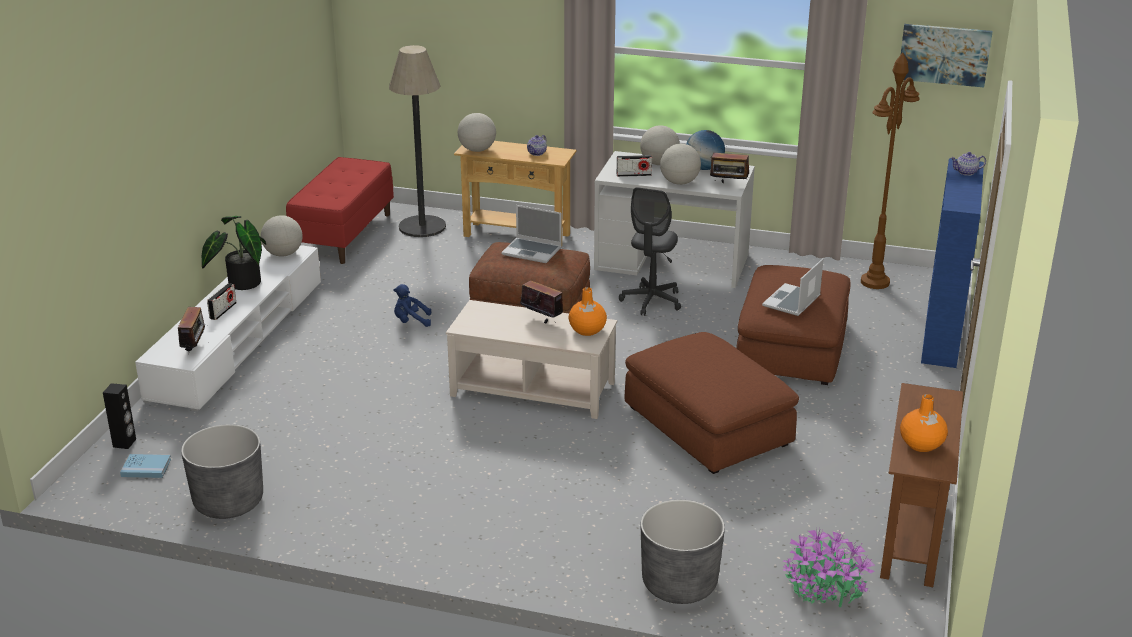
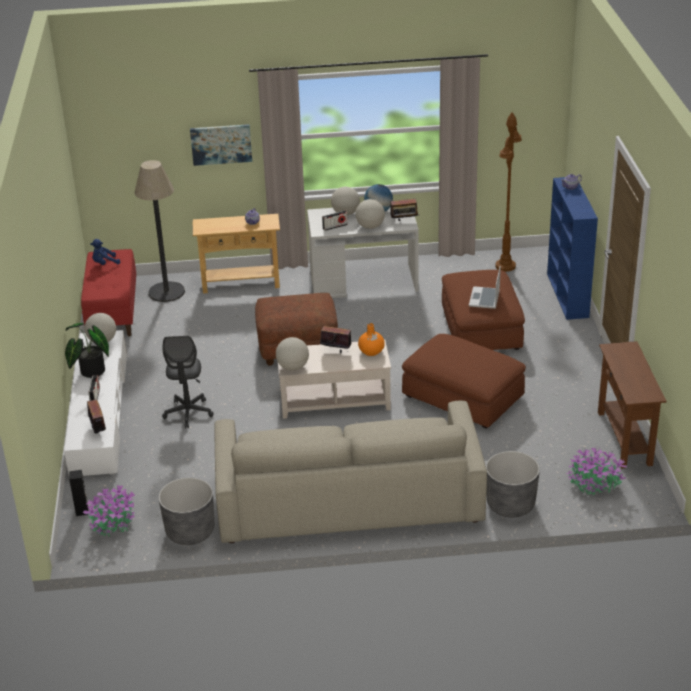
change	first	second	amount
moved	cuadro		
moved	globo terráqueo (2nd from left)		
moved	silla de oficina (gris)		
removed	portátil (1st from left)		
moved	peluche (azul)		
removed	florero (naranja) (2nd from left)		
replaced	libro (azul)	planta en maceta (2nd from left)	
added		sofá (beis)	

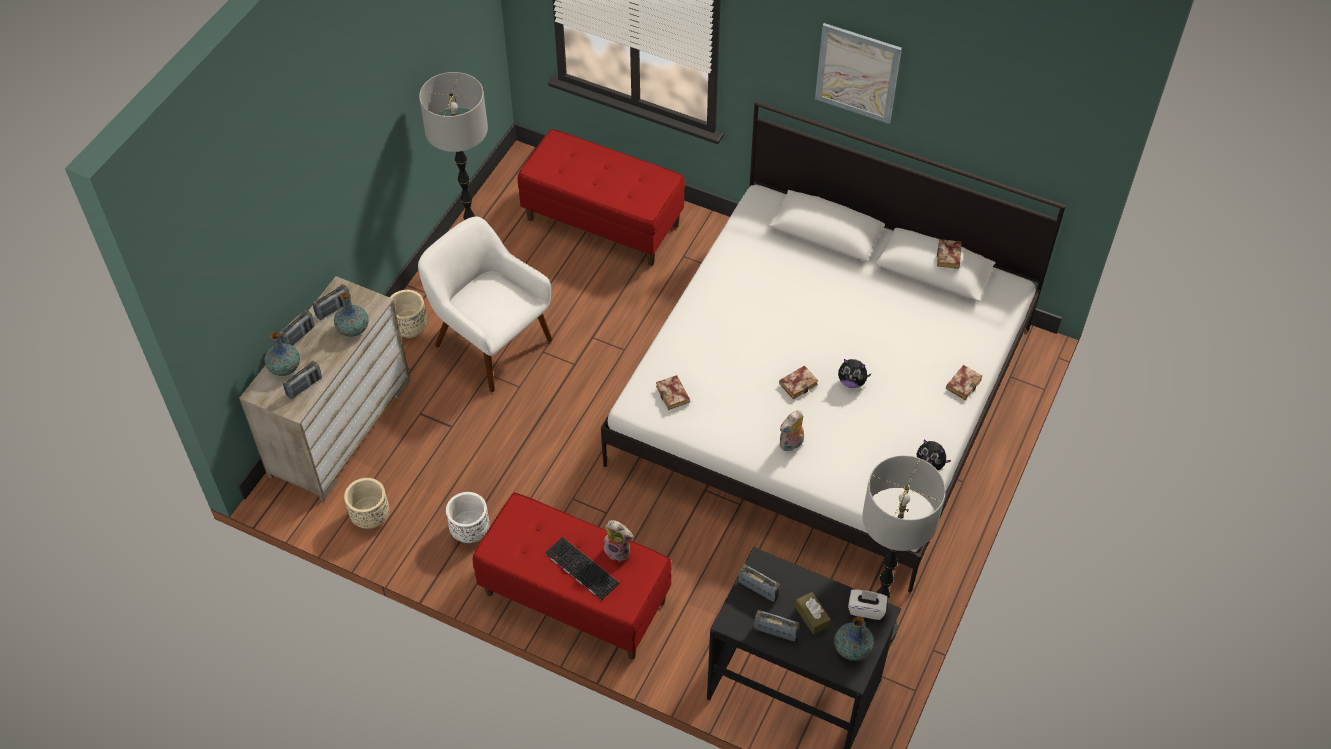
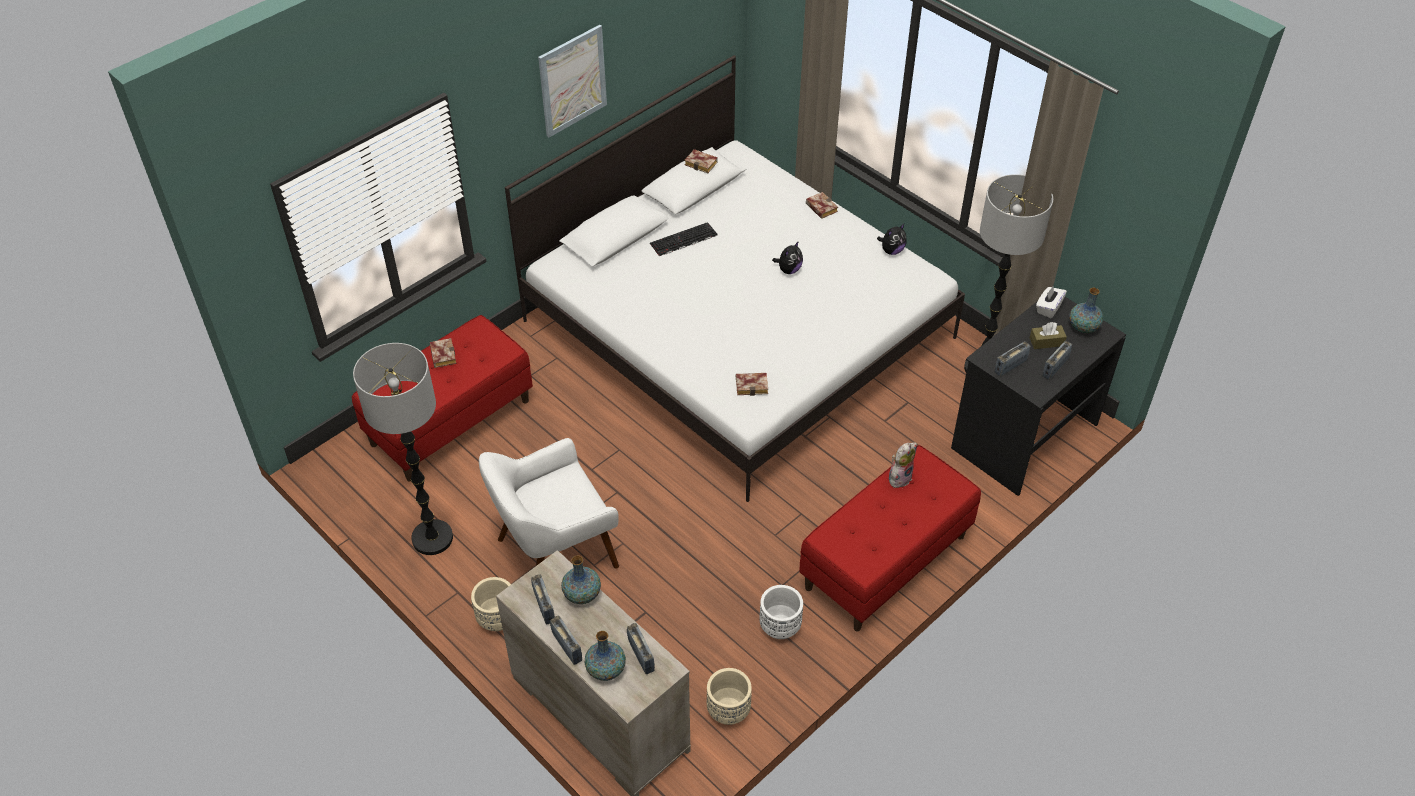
change	first	second	amount
moved	libro (2nd from left in the first image)	libro (1st from left)	
removed	peluche (2nd from left)		
moved	teclado		

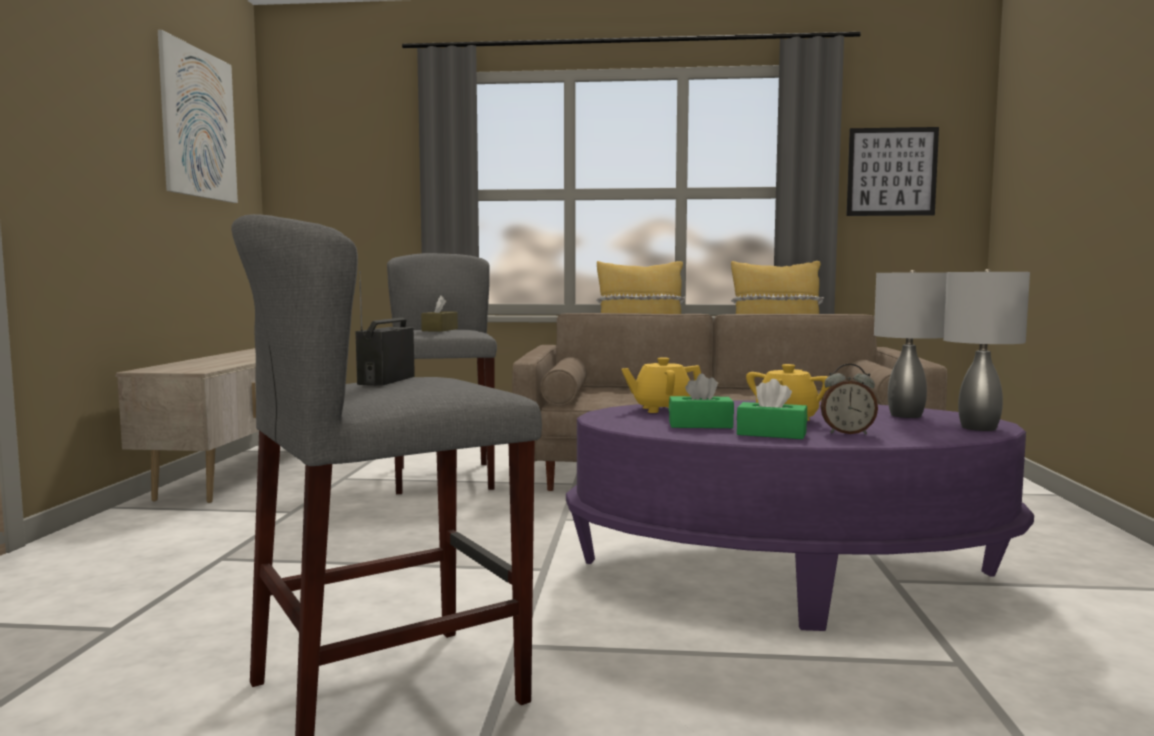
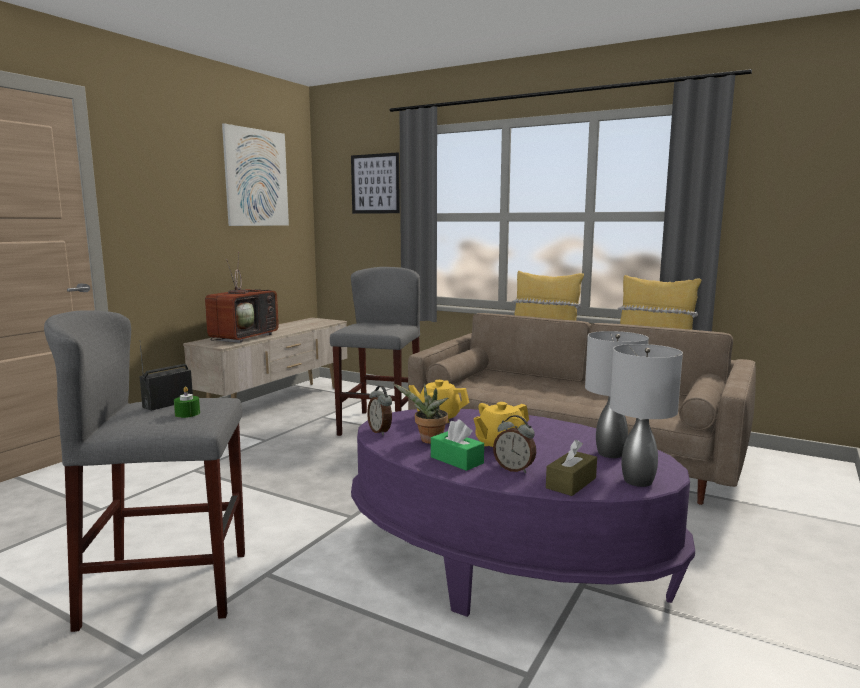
change	first	second	amount
moved	cuadro (2nd from left)		
moved	caja de pañuelos (marrón)		
replaced	caja de pañuelos (verde) (1st from left)	planta en maceta	
added		televisor	
added		despertador (1st from left)	
added		vela (verde)	

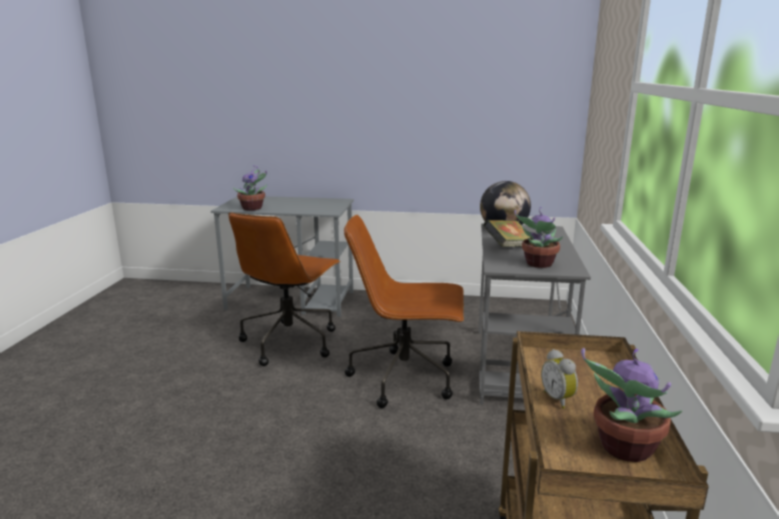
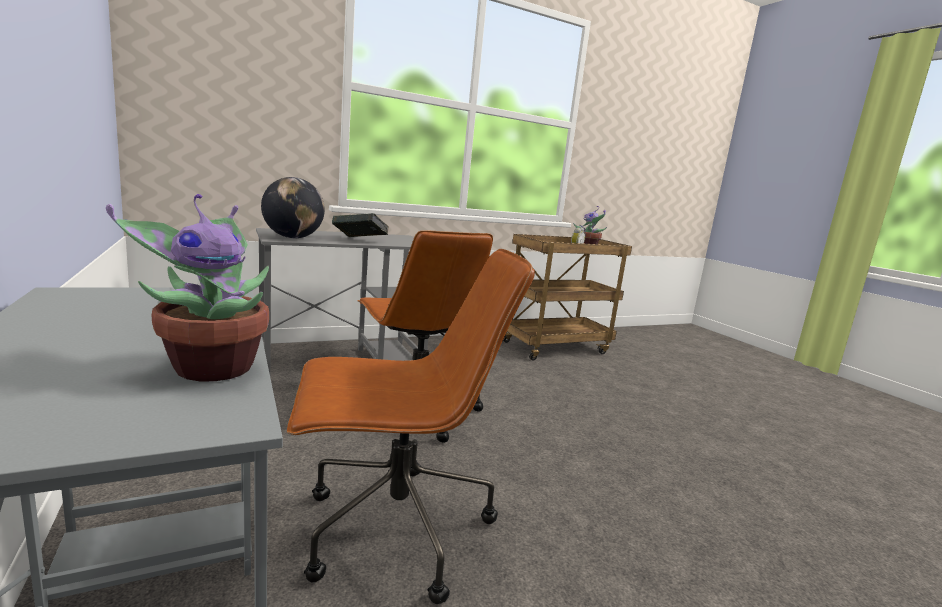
change	first	second	amount
removed	planta en maceta (2nd from left)		

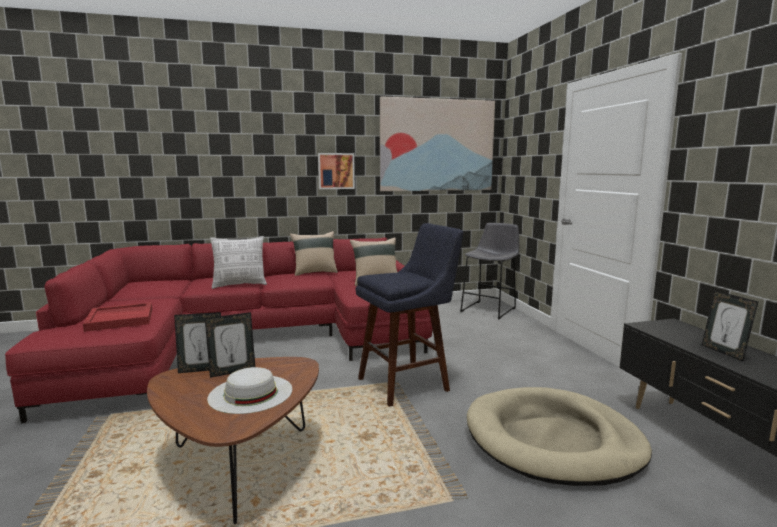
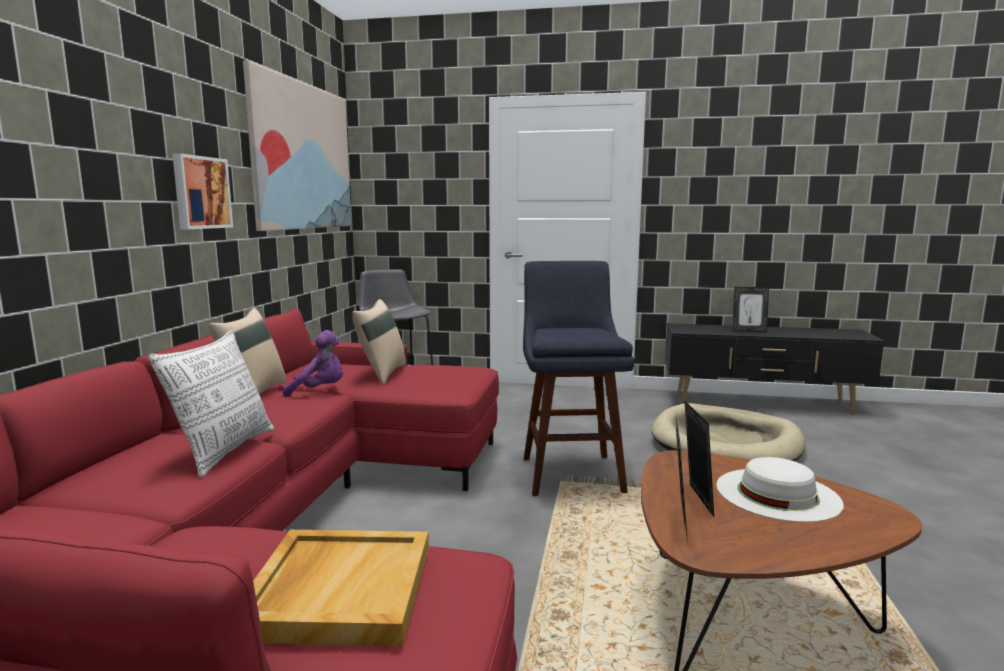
change	first	second	amount
recoloured	bandeja (rojo)	bandeja (beis)	
added		peluche (morado)	

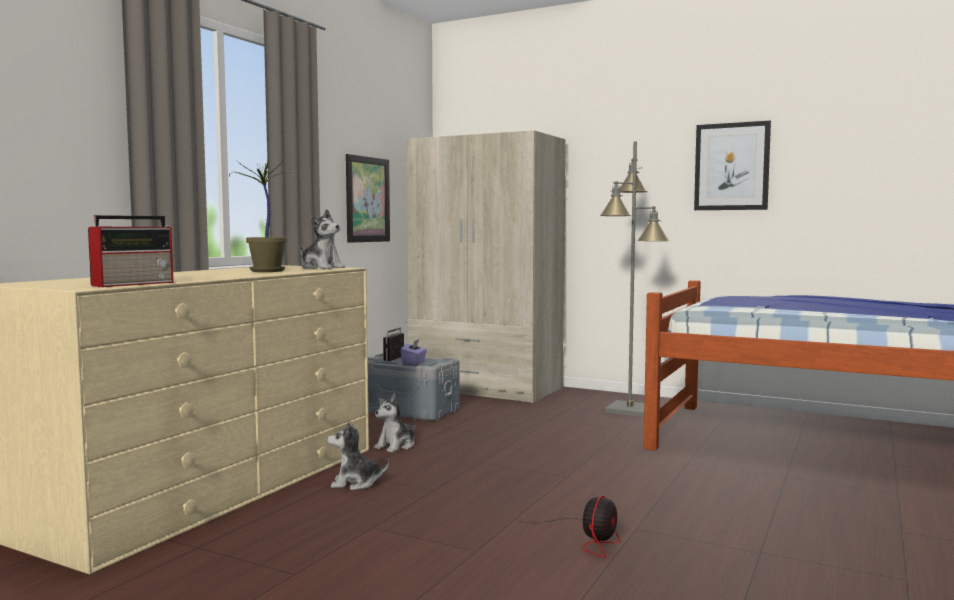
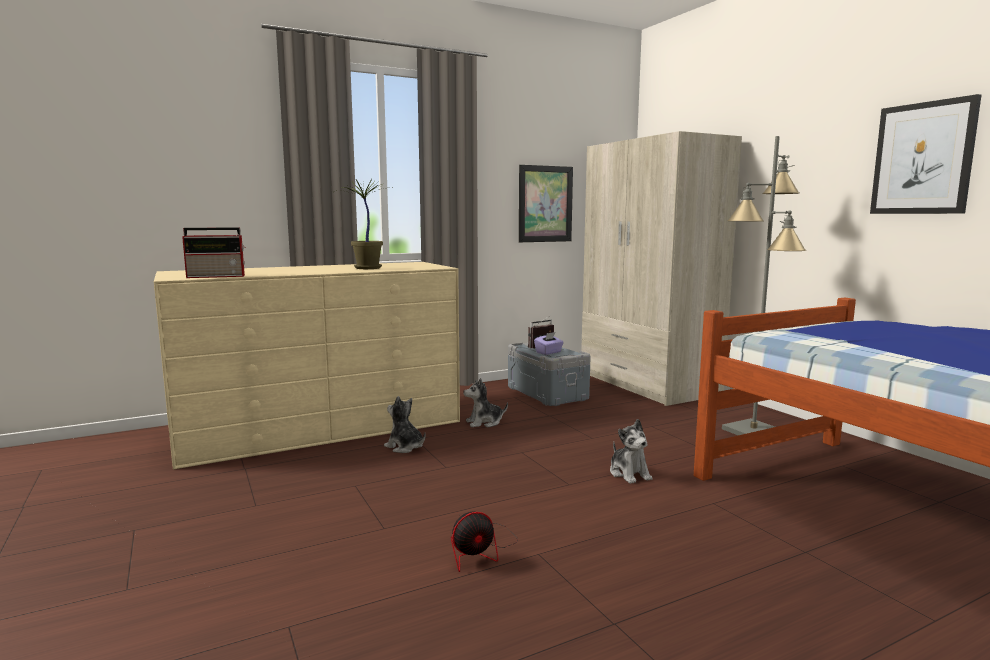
change	first	second	amount
moved	peluche (1st from left in the first image)	peluche (3rd from left)	

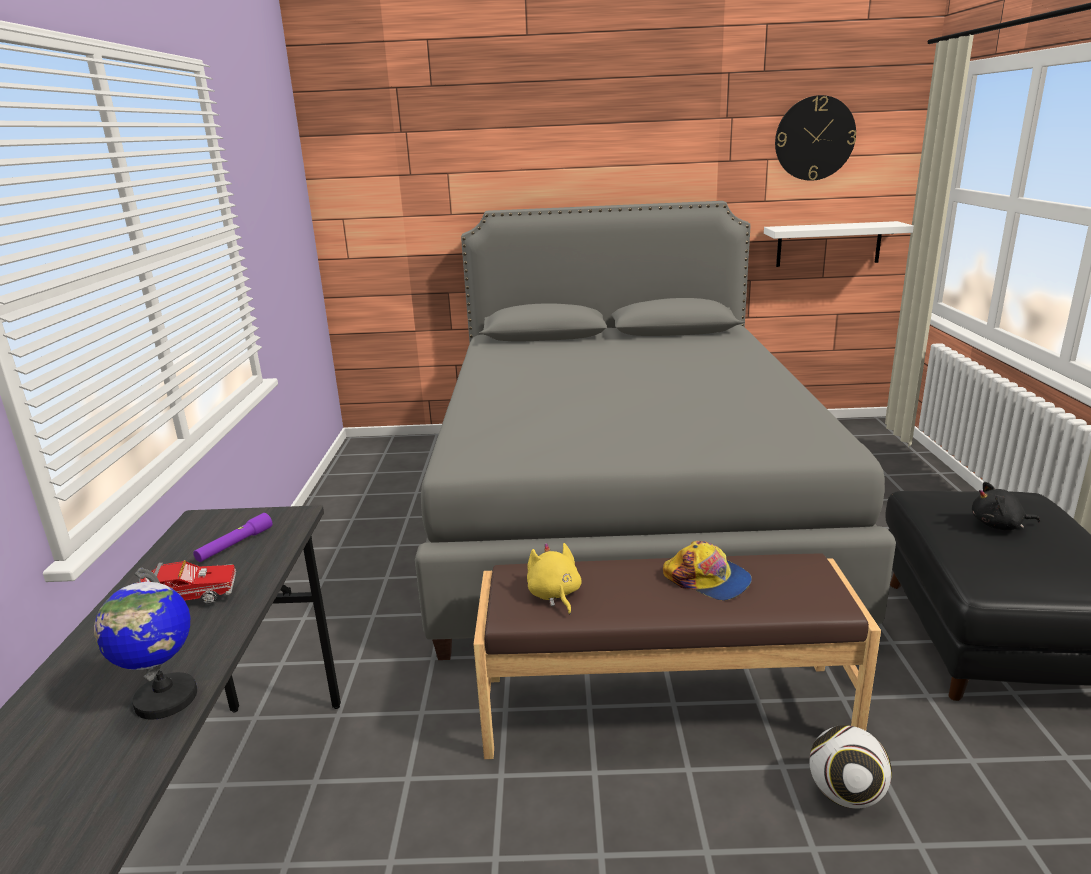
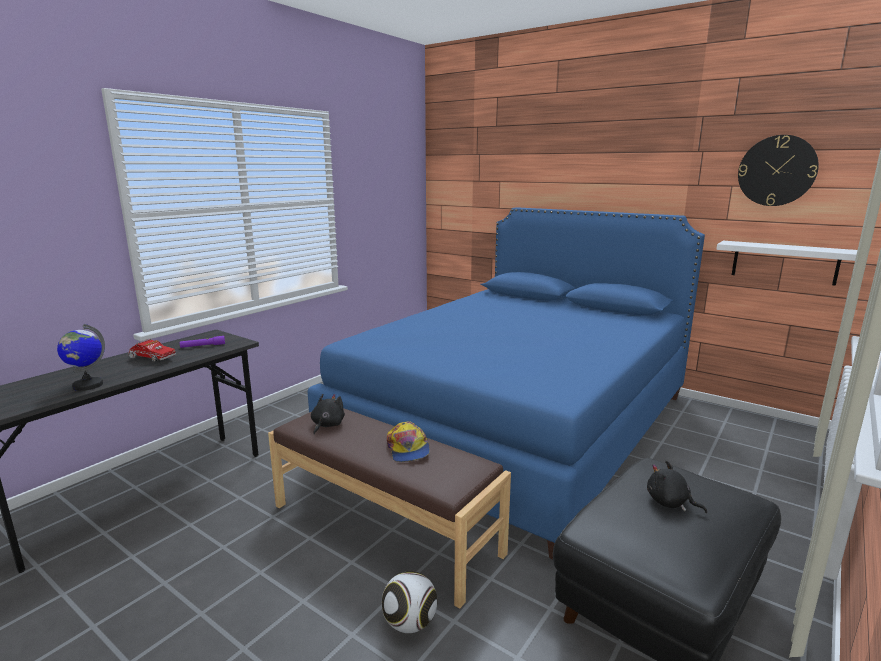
change	first	second	amount
recoloured	cama (gris)	cama (azul)	
recoloured	peluche (amarillo)	peluche (negro) (1st from left)	

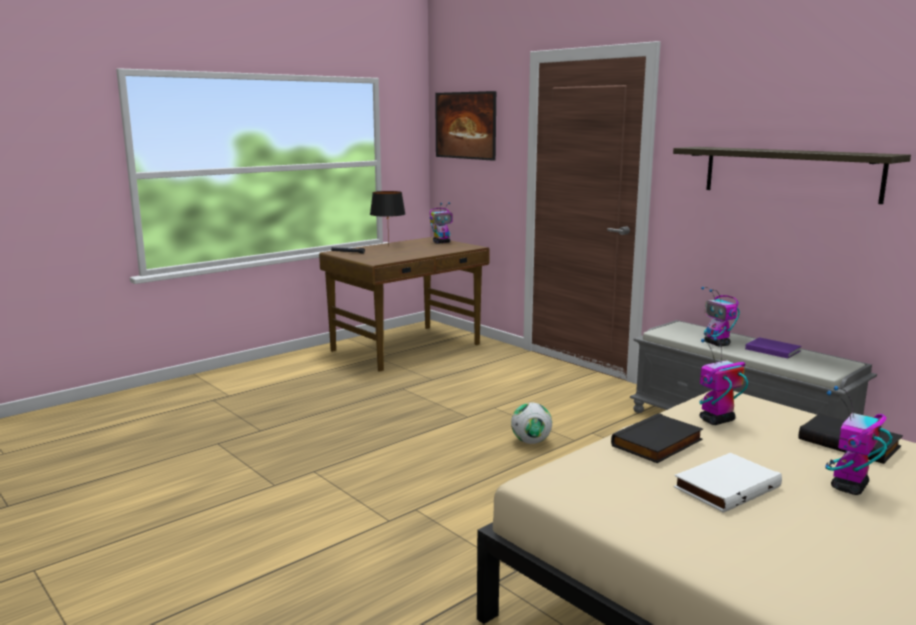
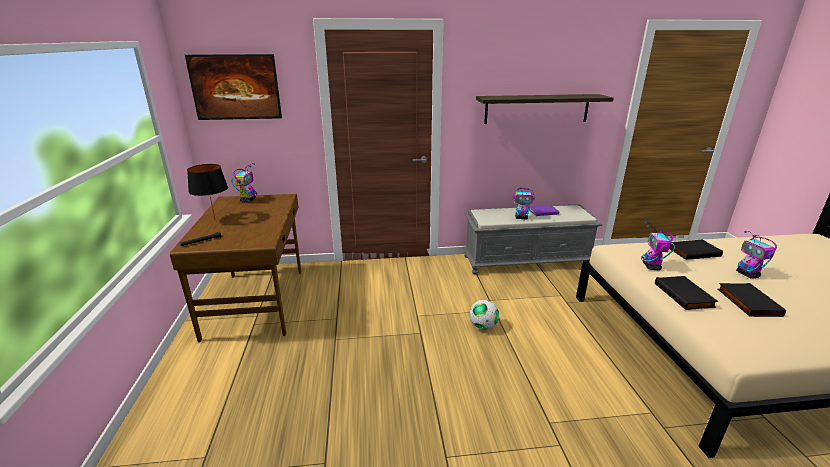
change	first	second	amount
recoloured	libro (blanco)	libro (negro) (3rd from left)	

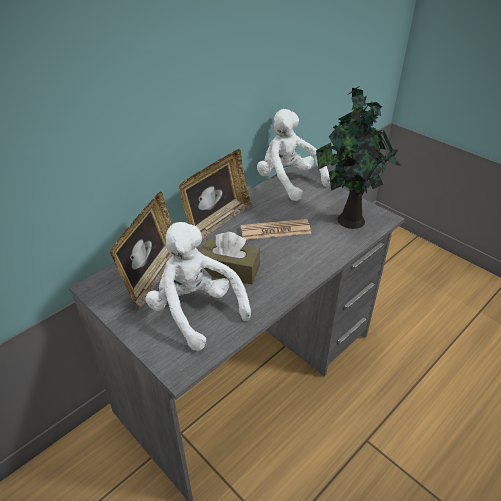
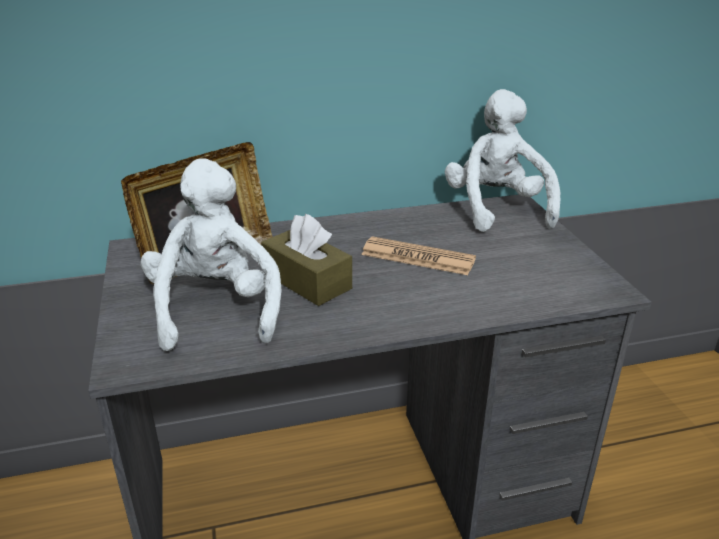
change	first	second	amount
removed	planta en maceta		
removed	portarretratos (2nd from left)		

